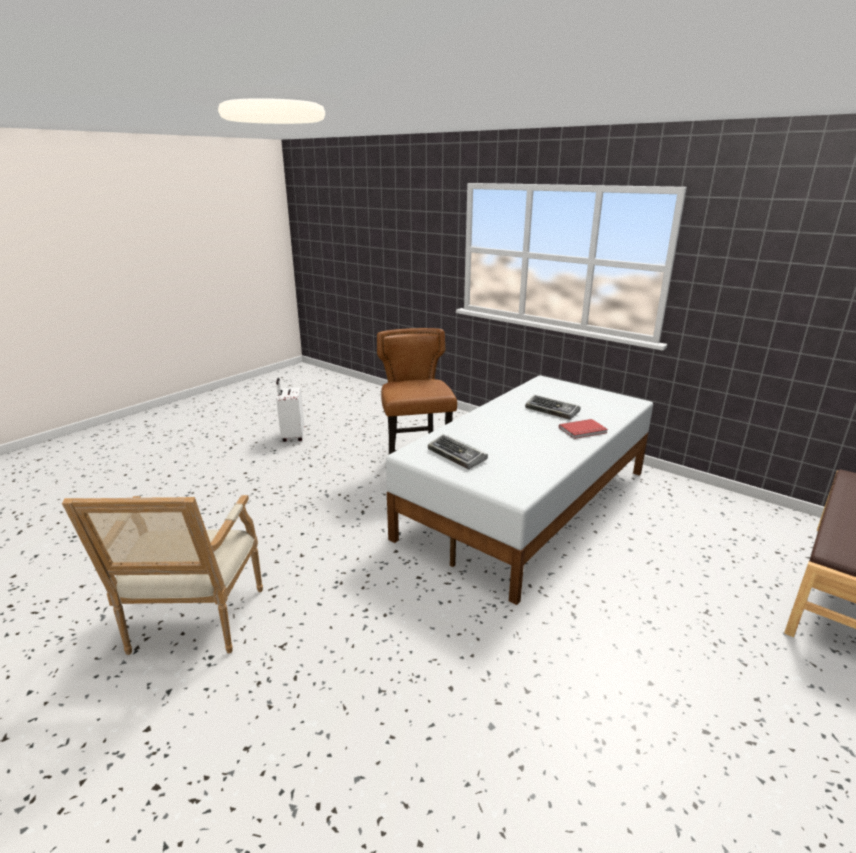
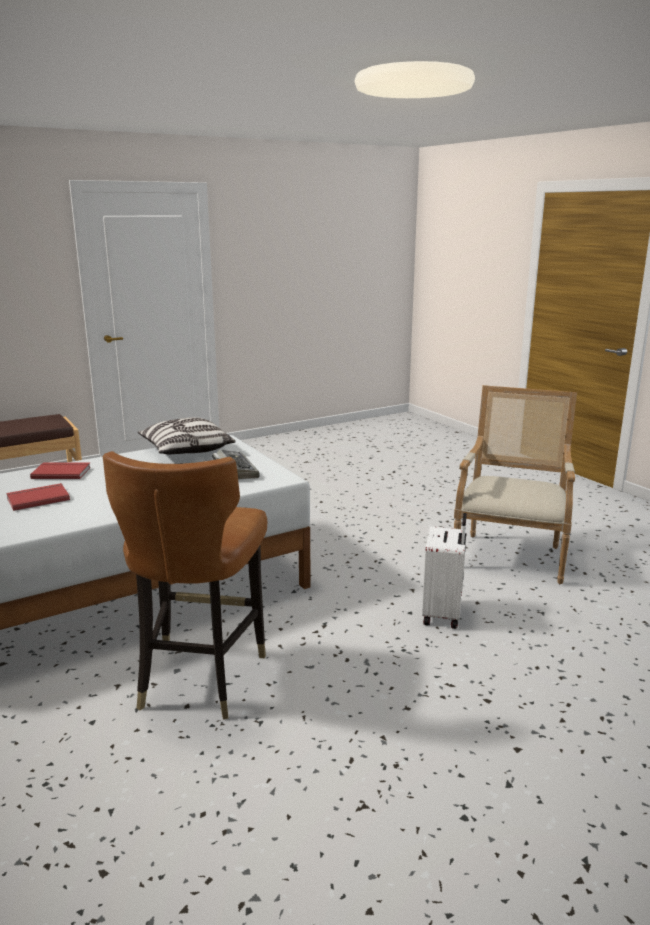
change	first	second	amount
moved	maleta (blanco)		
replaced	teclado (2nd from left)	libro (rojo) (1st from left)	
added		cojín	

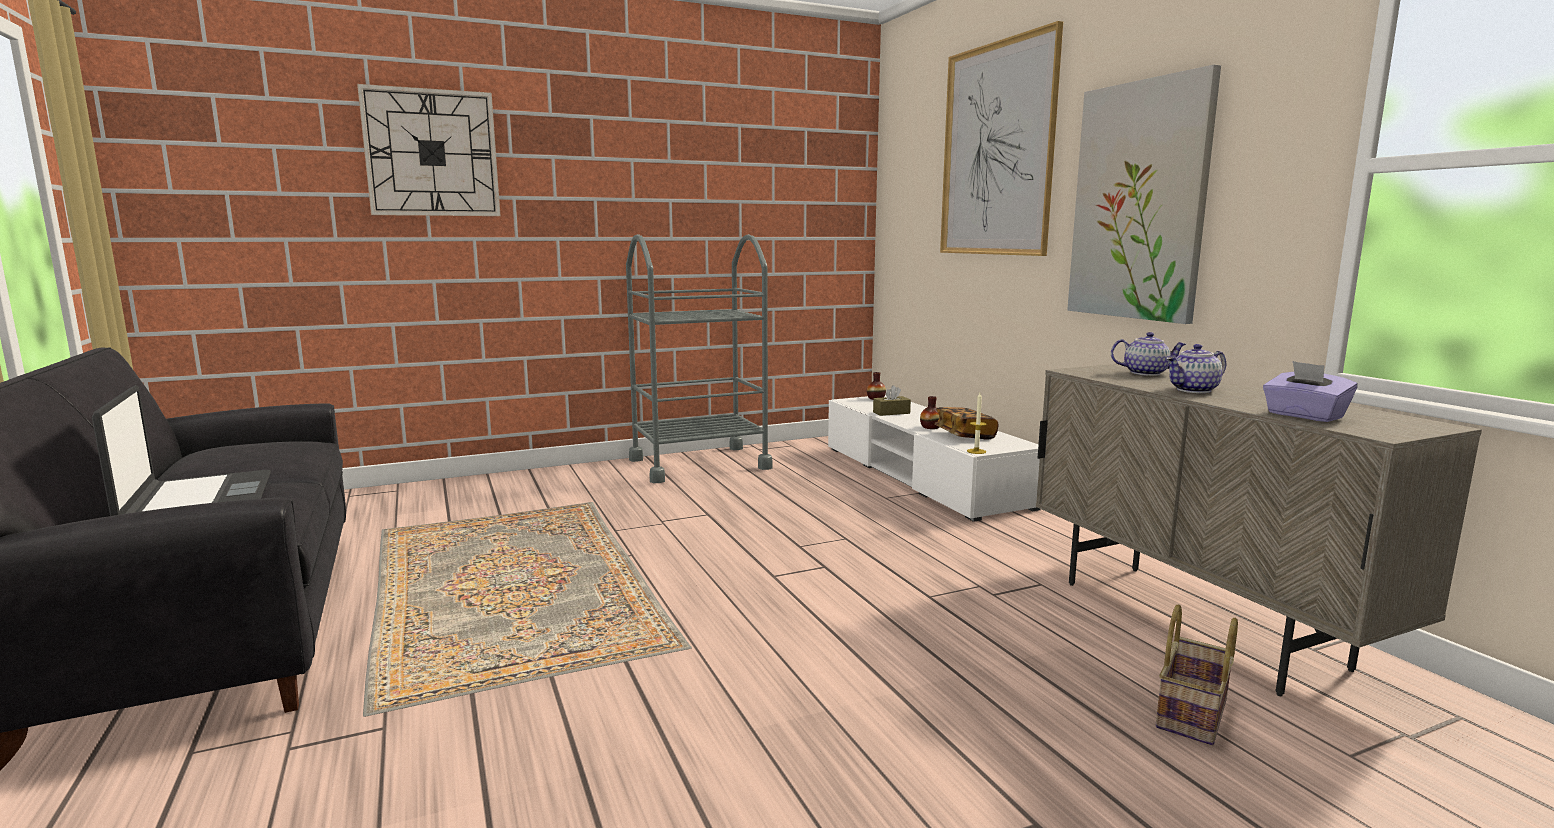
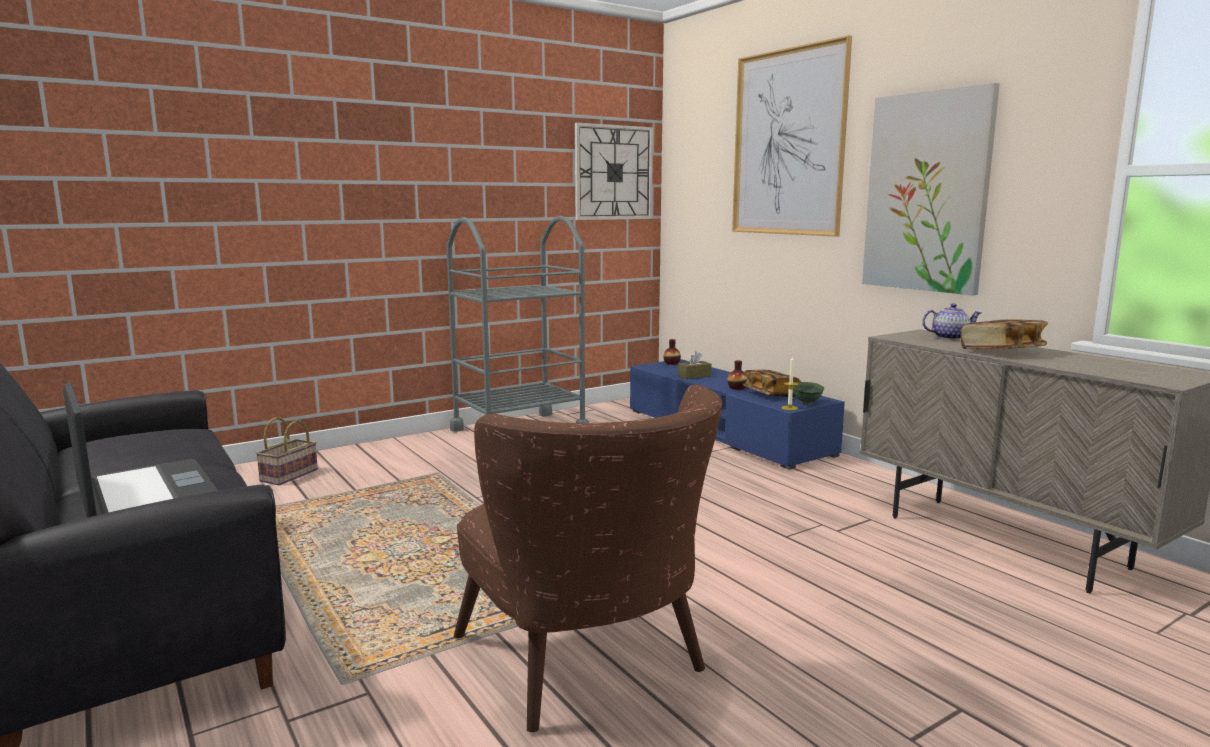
change	first	second	amount
moved	reloj de pared		
replaced	tetera (2nd from left)	libro (2nd from left)	
removed	caja de pañuelos (morado)		
recoloured	mueble de televisión (blanco)	mueble de televisión (azul)	
moved	cesta		
added		cuenco (verde)	
added		sillón (marrón)	

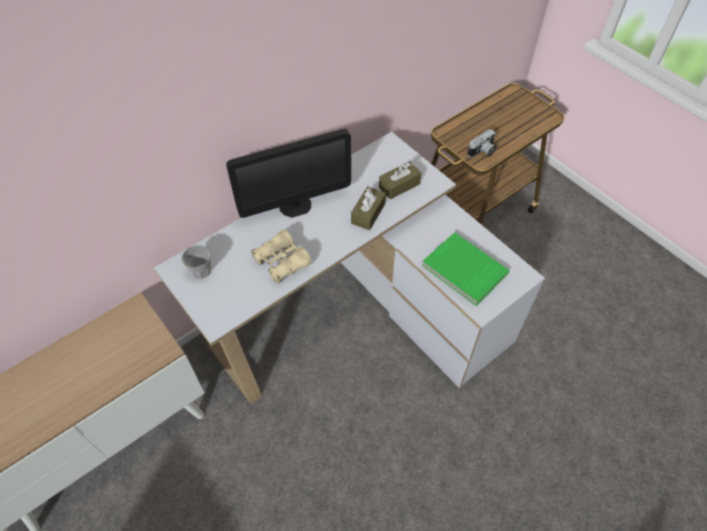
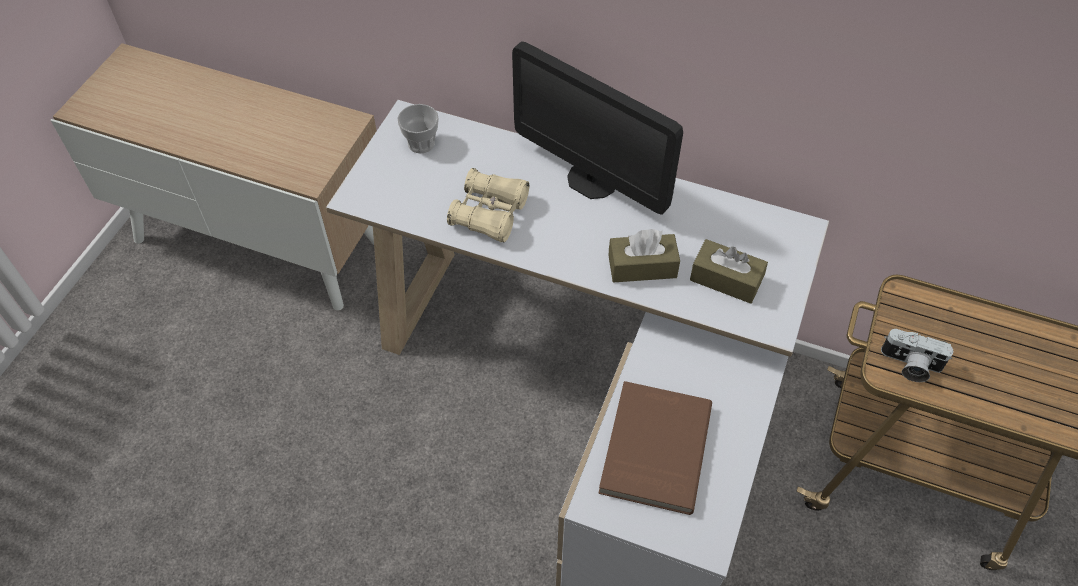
change	first	second	amount
recoloured	libro (verde)	libro (marrón)	

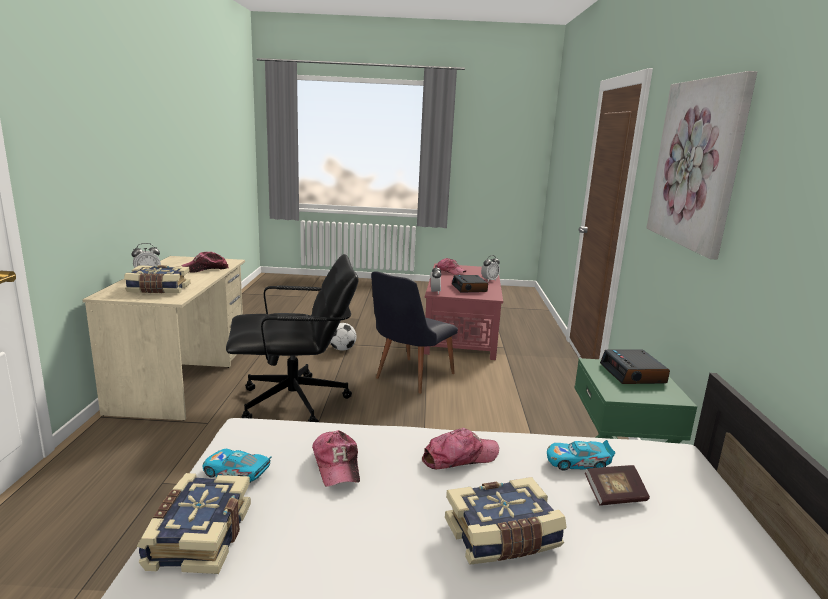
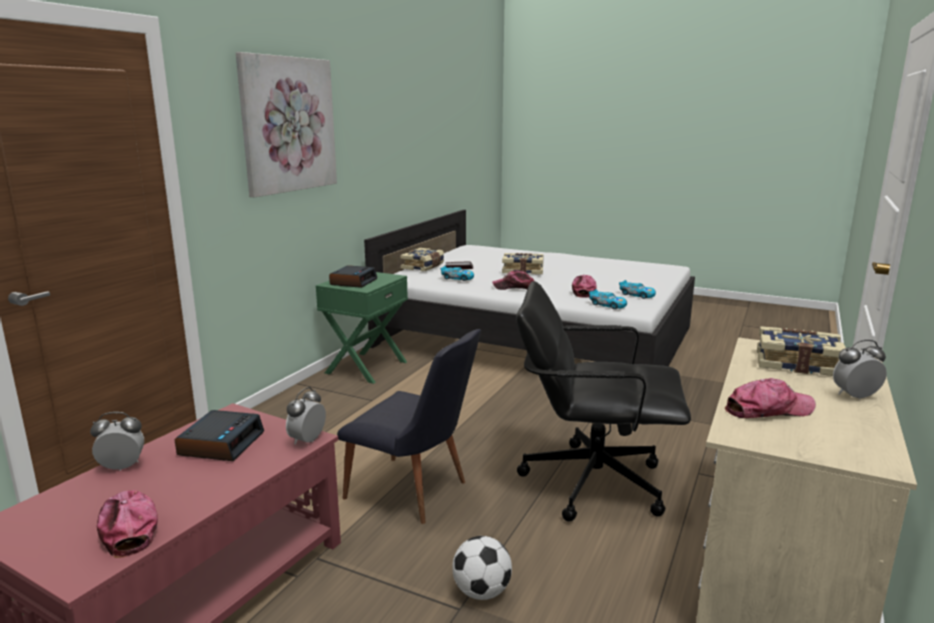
change	first	second	amount
turned	silla (negro)		60 degrees clockwise
moved	libro (2nd from left in the first image)	libro (1st from left)	
added		coche de juguete (2nd from left)	

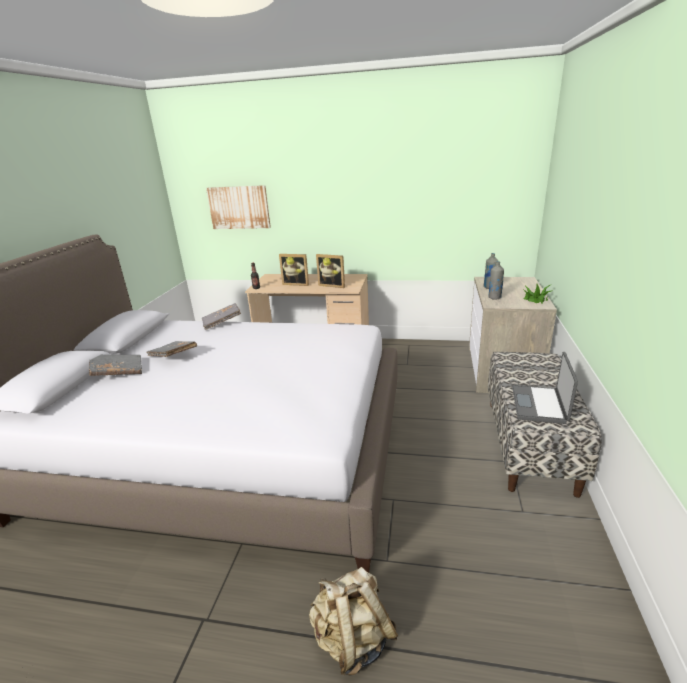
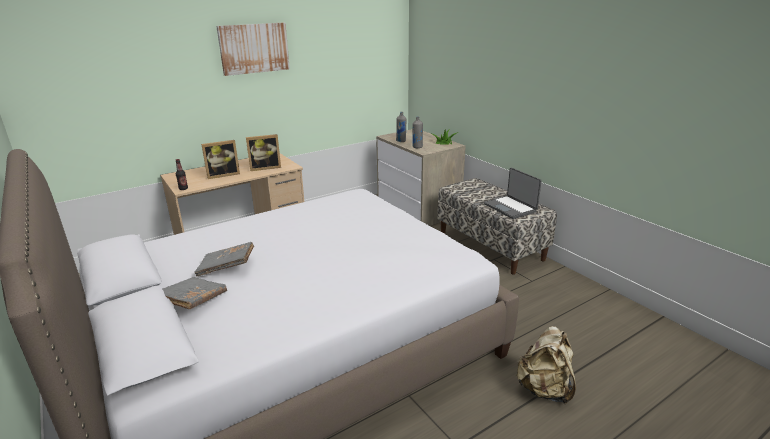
change	first	second	amount
moved	cuadro		
removed	libro (gris) (3rd from left)		

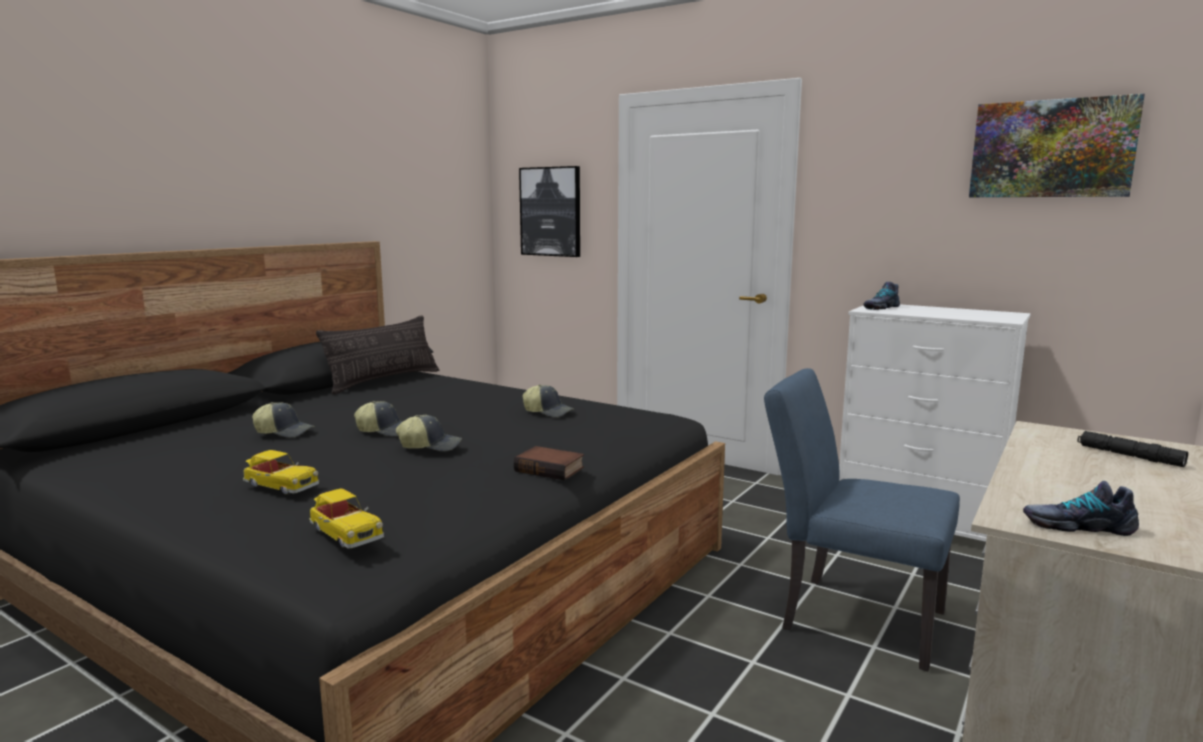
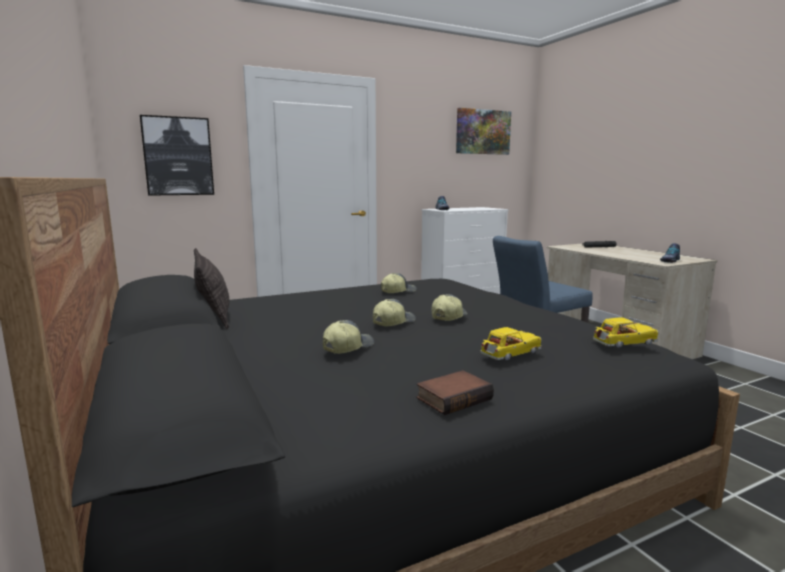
change	first	second	amount
moved	libro		

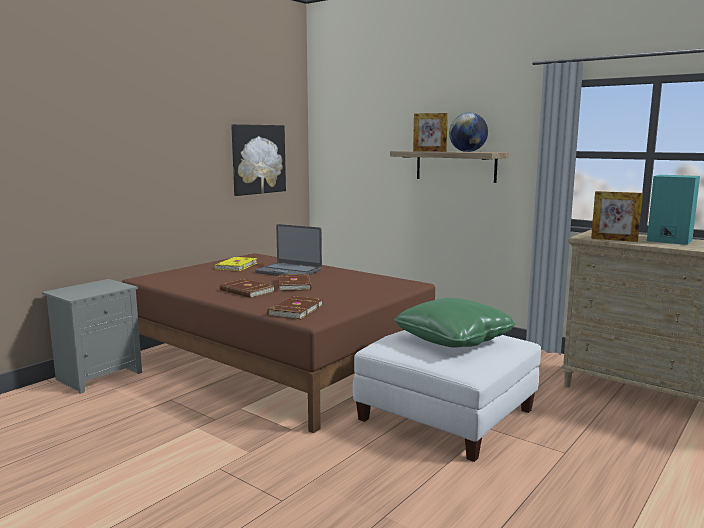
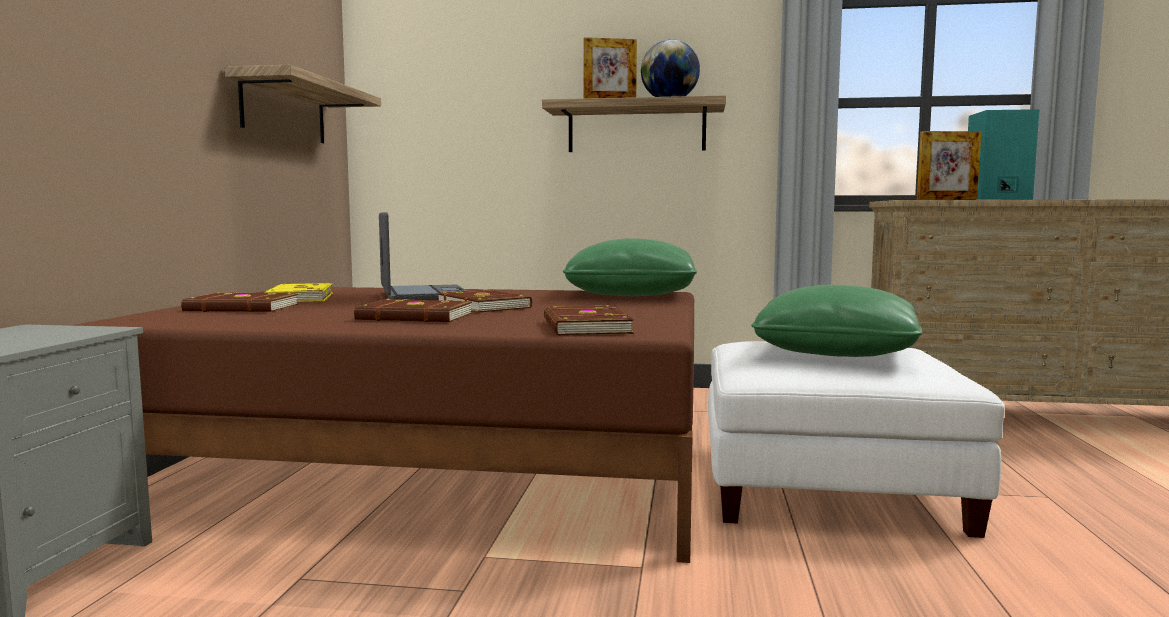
change	first	second	amount
replaced	cuadro	estante (1st from left)	
turned	portátil		105 degrees counterclockwise
added		cojín (verde) (1st from left)	
added		libro (marrón) (1st from left)	

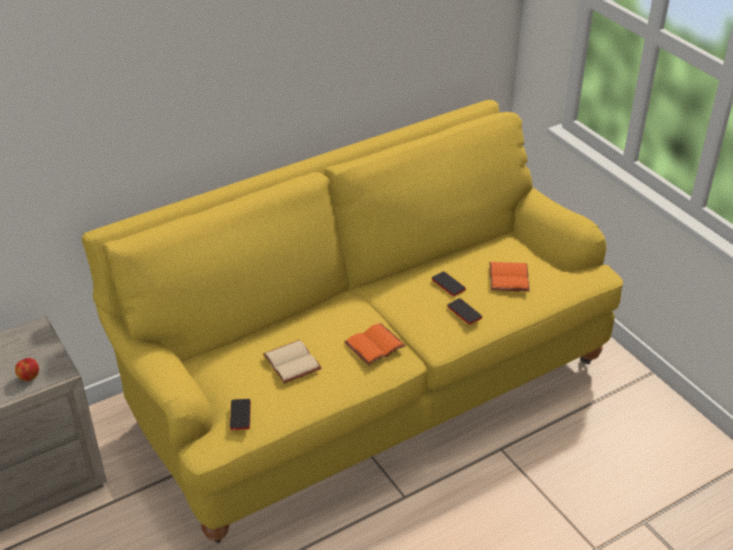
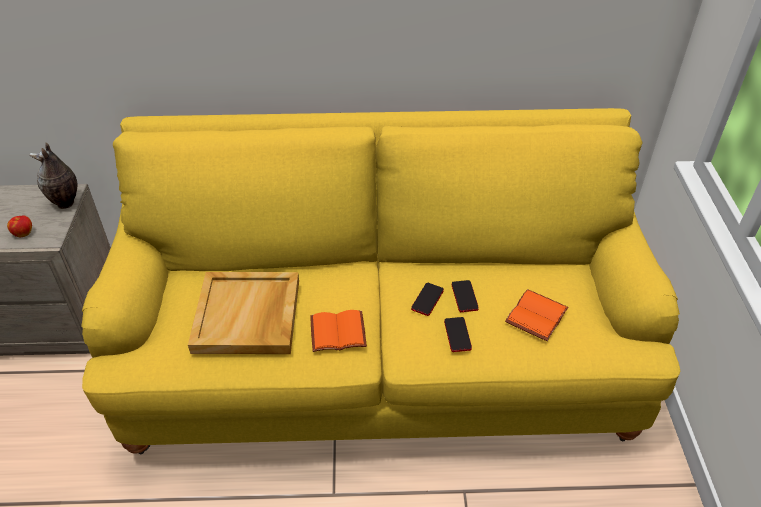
change	first	second	amount
replaced	libro (beis)	bandeja (beis)	
moved	móvil (1st from left)		
added		florero	

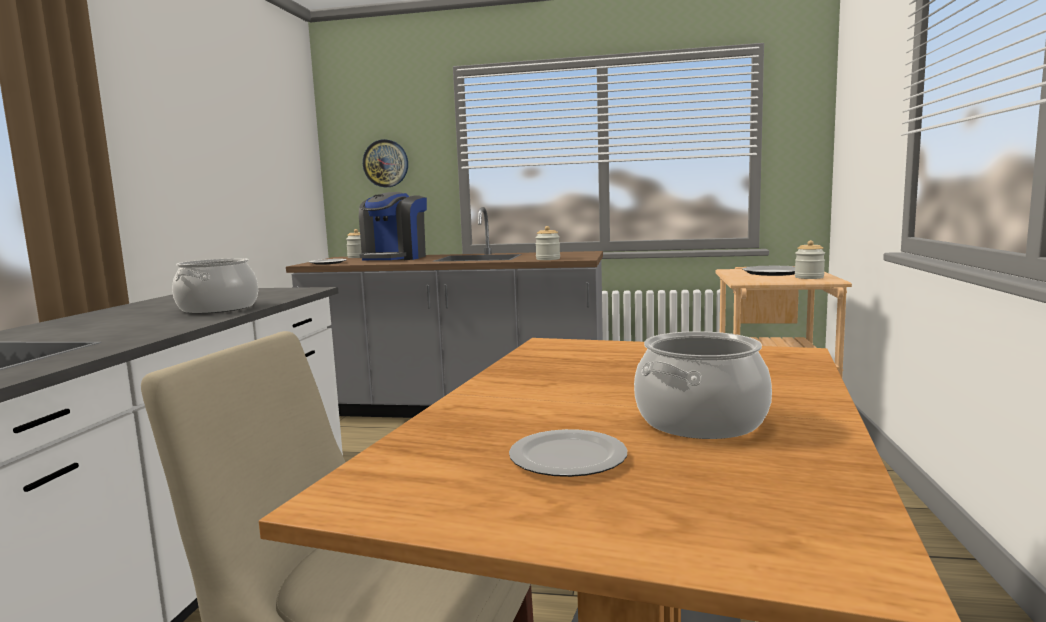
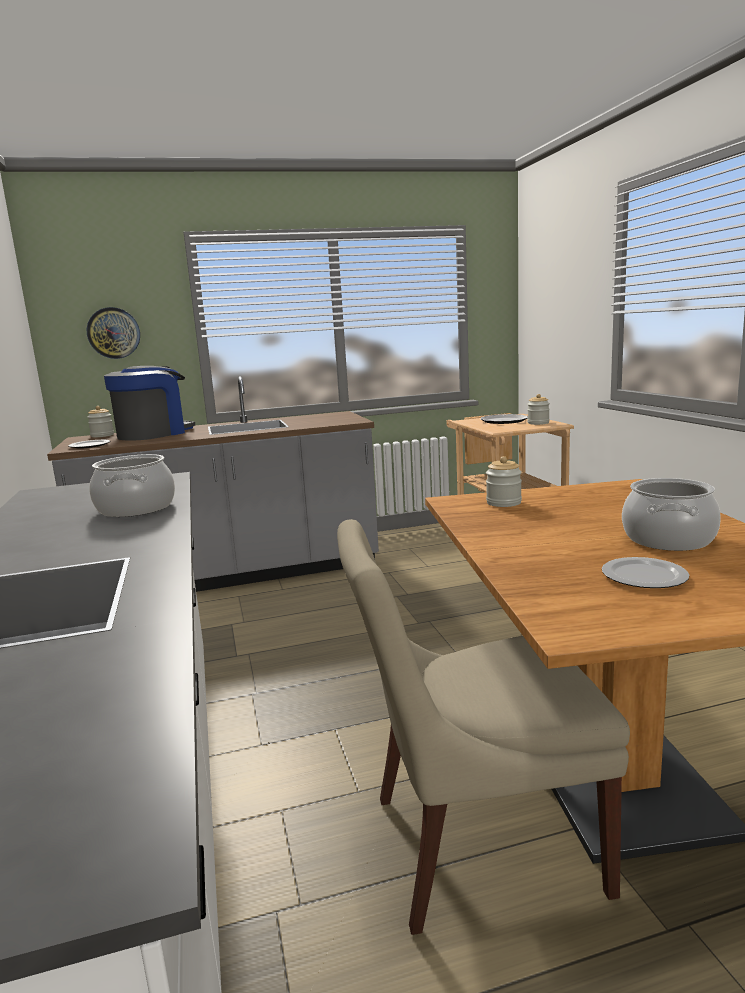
change	first	second	amount
turned	cafetera		135 degrees counterclockwise
moved	tarro (2nd from left)		

